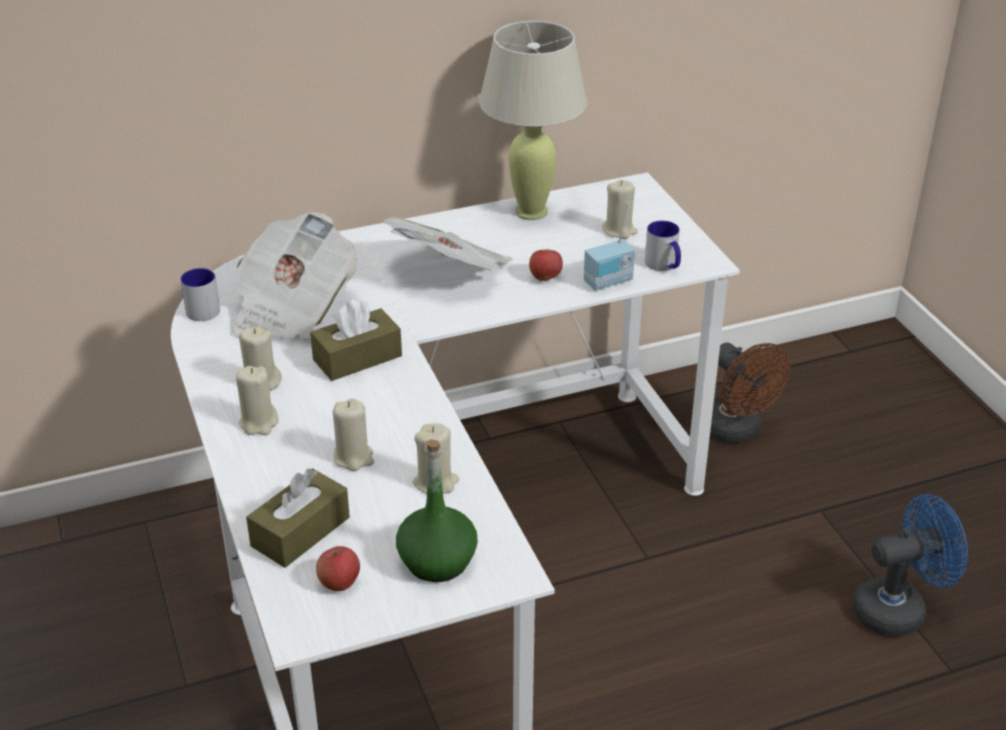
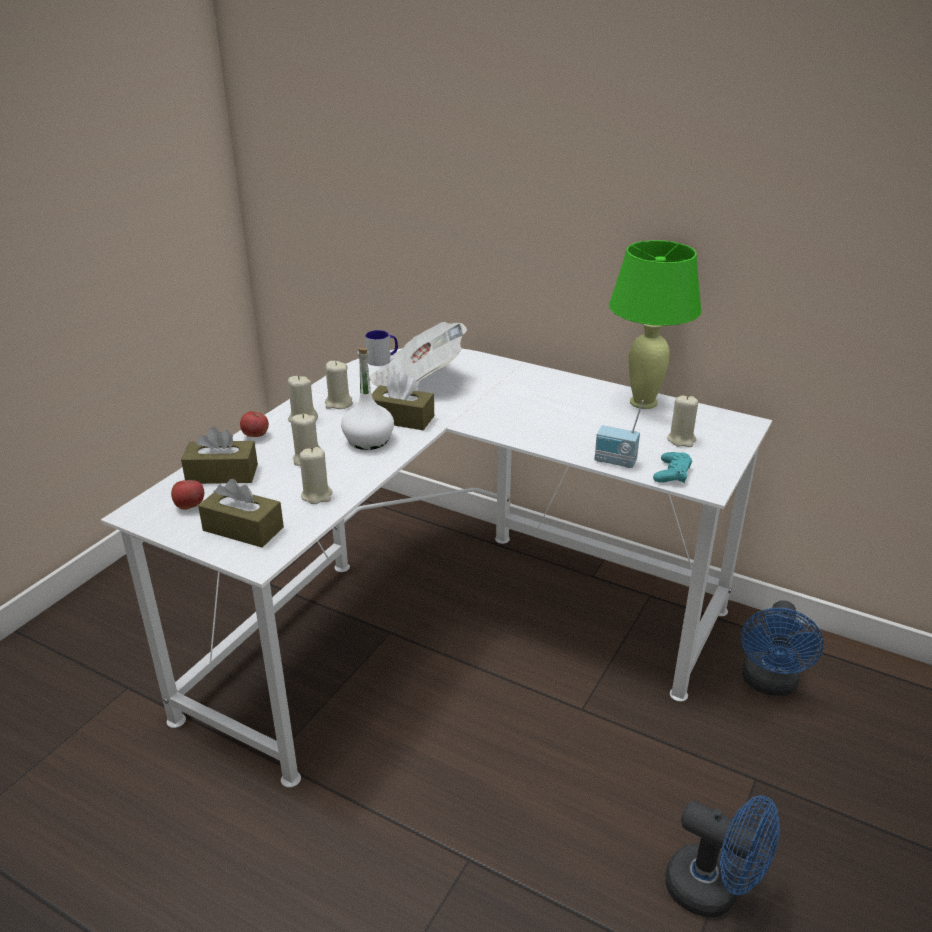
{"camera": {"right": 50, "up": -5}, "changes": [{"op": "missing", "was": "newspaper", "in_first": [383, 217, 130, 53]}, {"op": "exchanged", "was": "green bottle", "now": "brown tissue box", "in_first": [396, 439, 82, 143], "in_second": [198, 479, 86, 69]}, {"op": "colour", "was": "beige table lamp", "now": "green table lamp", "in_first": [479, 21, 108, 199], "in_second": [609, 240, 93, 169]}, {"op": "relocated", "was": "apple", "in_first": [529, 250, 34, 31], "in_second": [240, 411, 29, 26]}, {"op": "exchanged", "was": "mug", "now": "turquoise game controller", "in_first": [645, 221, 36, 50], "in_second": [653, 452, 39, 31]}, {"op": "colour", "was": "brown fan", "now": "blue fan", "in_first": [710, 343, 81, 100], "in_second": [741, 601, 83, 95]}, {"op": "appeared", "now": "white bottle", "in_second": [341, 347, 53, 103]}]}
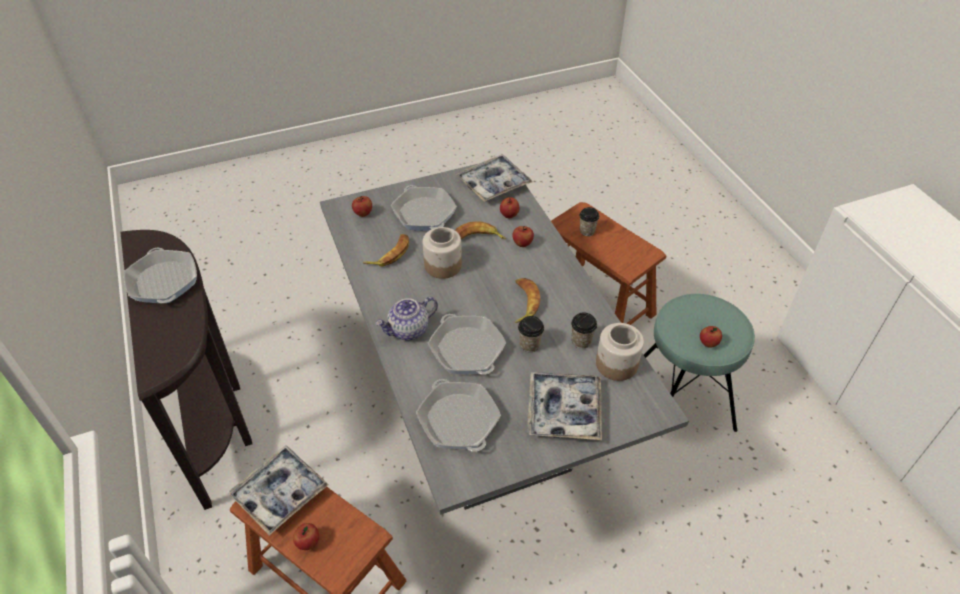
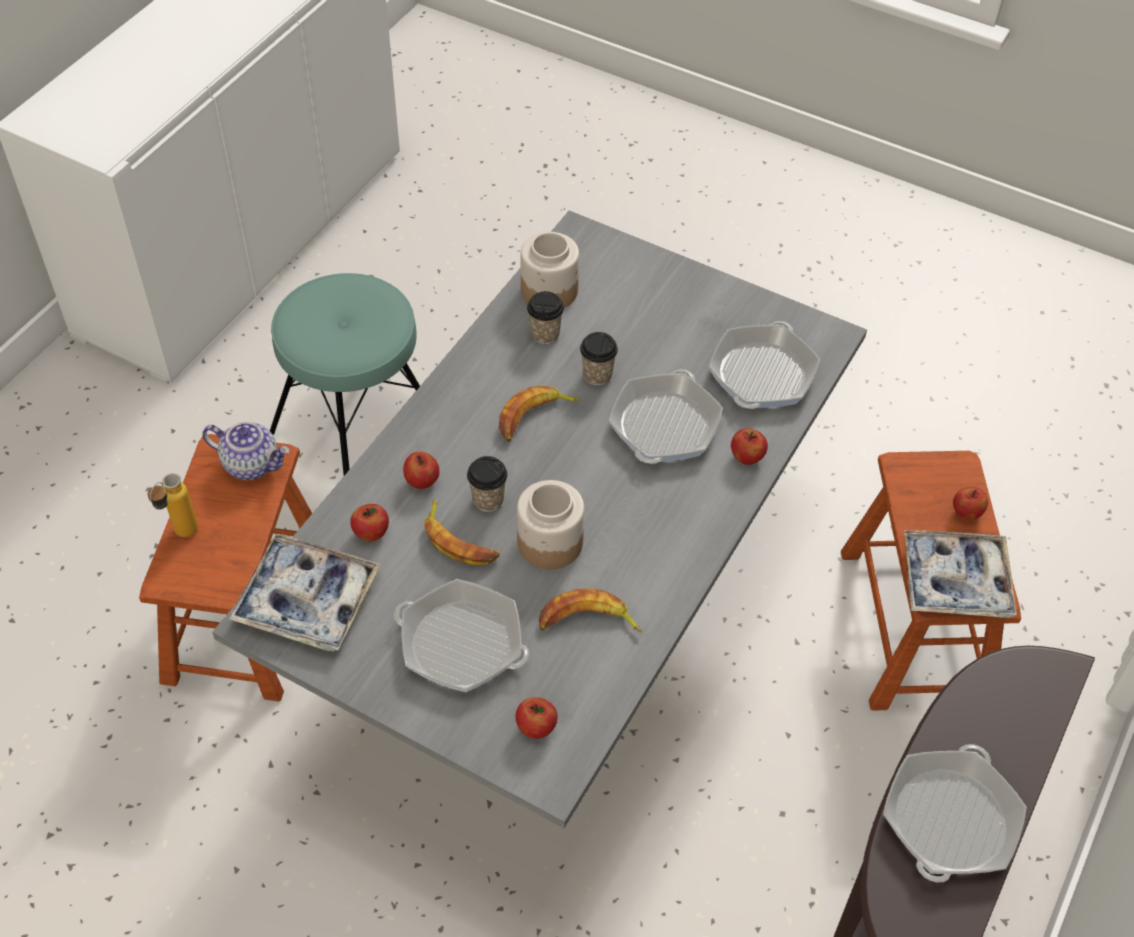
{"camera": {"right": -130, "up": 5}, "changes": [{"op": "relocated", "was": "teapot", "in_first": [375, 297, 63, 43], "in_second": [202, 422, 88, 58]}, {"op": "spun", "was": "frying pan", "in_first": [391, 185, 66, 46], "in_second": [394, 579, 135, 113], "clockwise": 90}, {"op": "missing", "was": "tray", "in_first": [527, 372, 75, 68]}, {"op": "relocated", "was": "cup", "in_first": [580, 207, 19, 29], "in_second": [467, 456, 40, 56]}, {"op": "relocated", "was": "apple", "in_first": [700, 326, 22, 22], "in_second": [731, 429, 37, 36]}, {"op": "appeared", "now": "bottle", "in_second": [148, 473, 50, 64]}]}
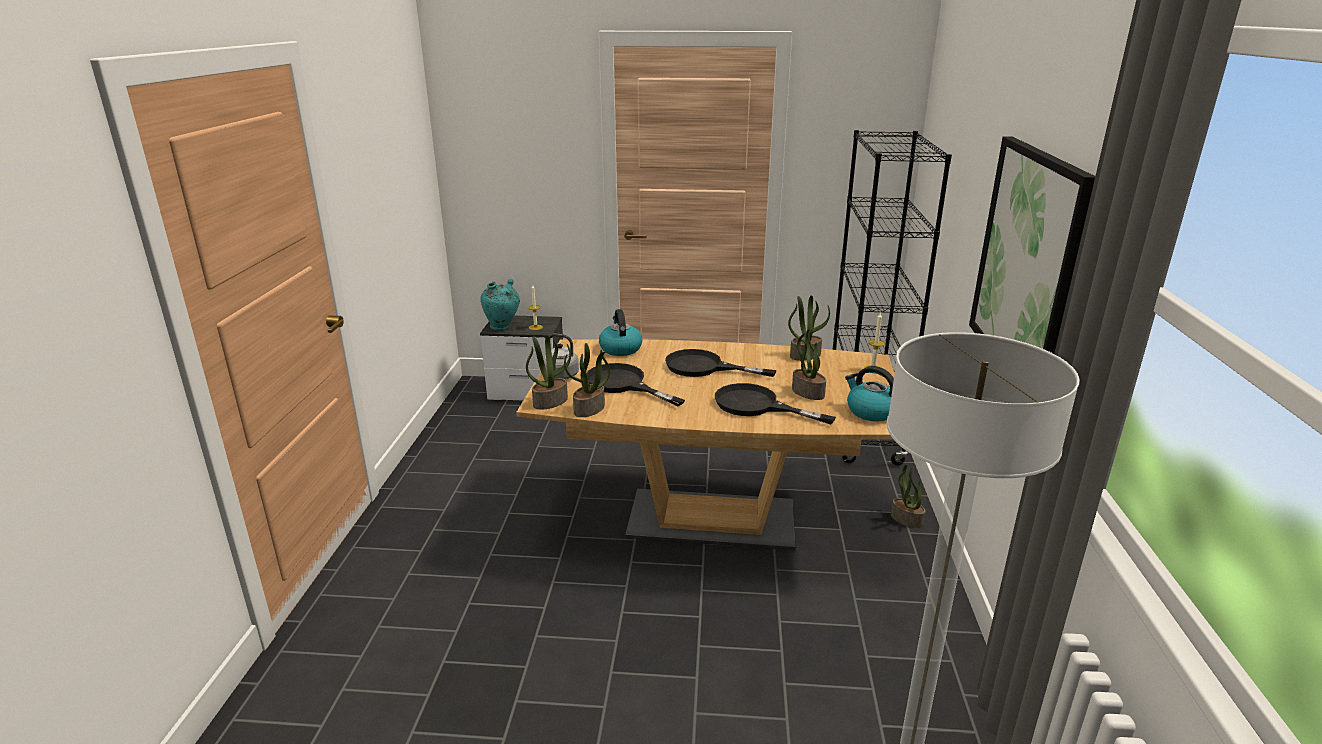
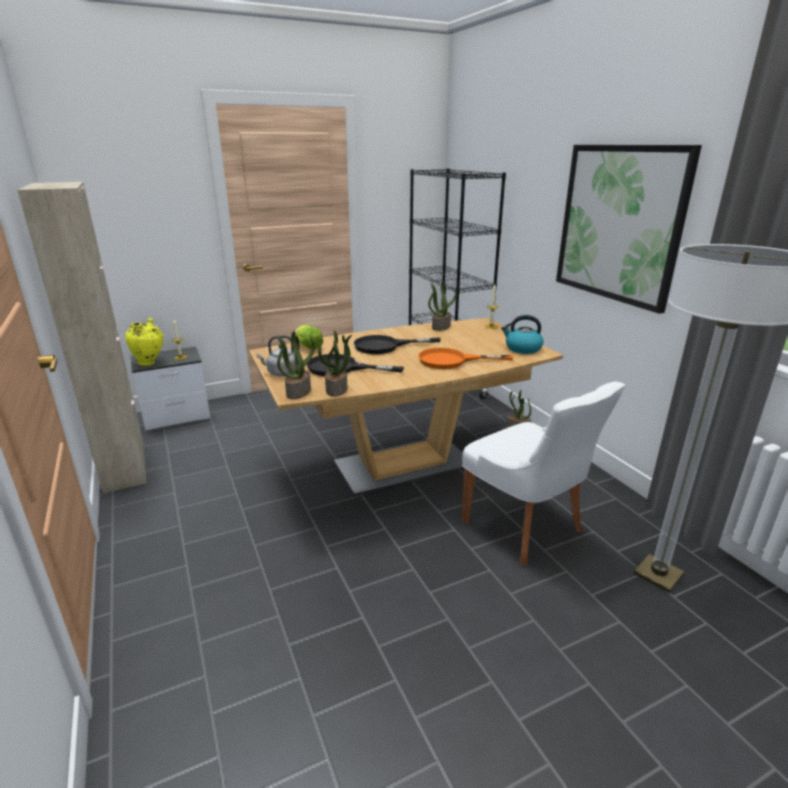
{"camera": {"right": -30, "up": 0}, "changes": [{"op": "colour", "was": "turquoise vase", "now": "yellow vase", "in_first": [480, 279, 40, 51], "in_second": [125, 318, 39, 48]}, {"op": "exchanged", "was": "kettle", "now": "lettuce", "in_first": [599, 309, 43, 47], "in_second": [295, 325, 28, 24]}, {"op": "colour", "was": "black frying pan", "now": "orange frying pan", "in_first": [715, 383, 121, 41], "in_second": [418, 348, 95, 21]}, {"op": "missing", "was": "potted plant", "in_first": [792, 328, 34, 72]}, {"op": "appeared", "now": "beige cabinet", "in_second": [17, 182, 130, 311]}, {"op": "appeared", "now": "white chair", "in_second": [462, 382, 164, 184]}]}
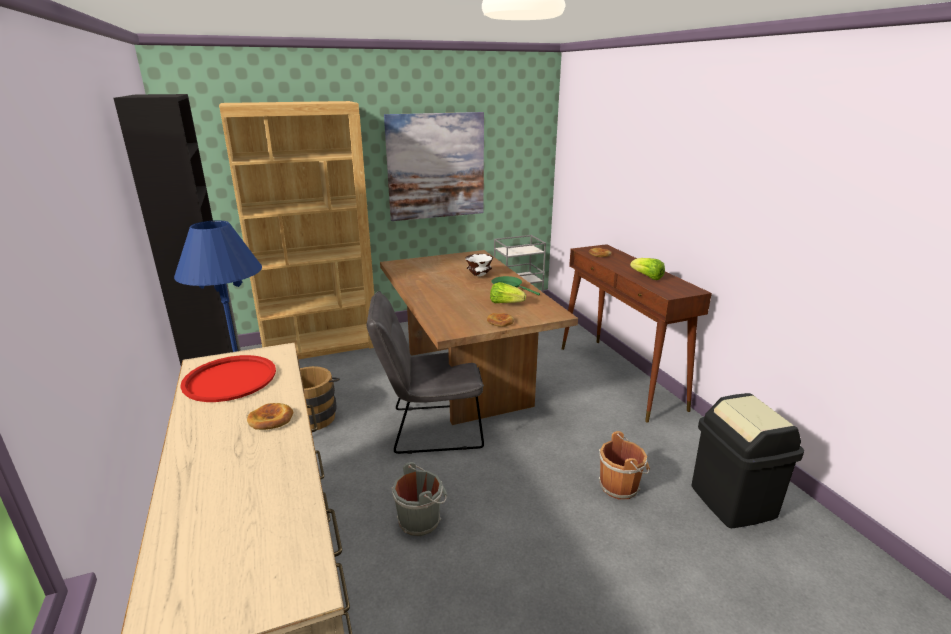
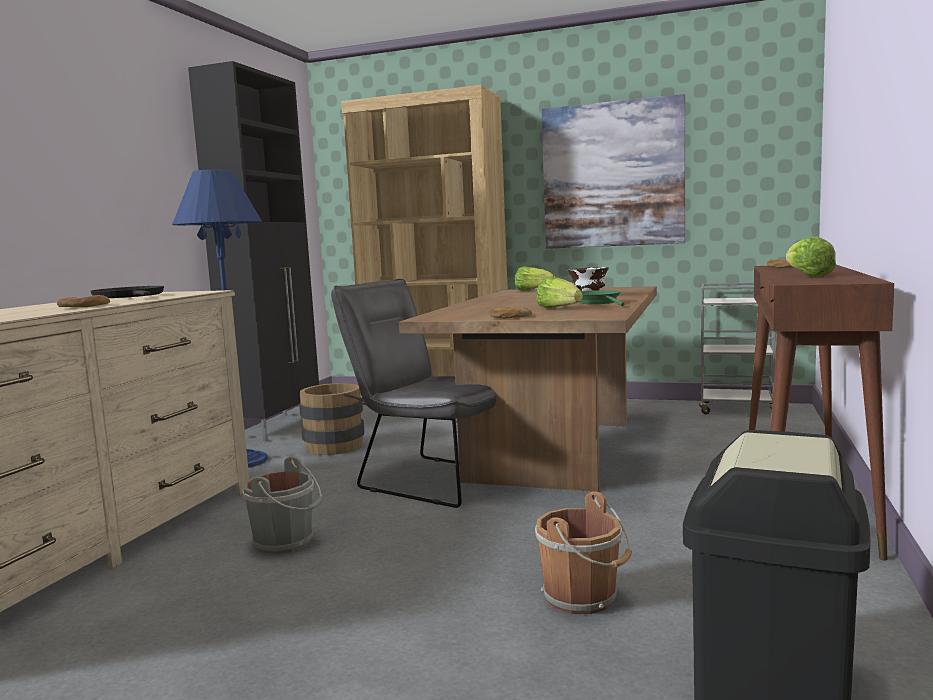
{"camera": {"right": 40, "up": -15}, "changes": [{"op": "exchanged", "was": "red tray", "now": "black frying pan", "in_first": [180, 355, 96, 47], "in_second": [90, 286, 74, 12]}, {"op": "appeared", "now": "lettuce", "in_second": [515, 267, 40, 24]}]}
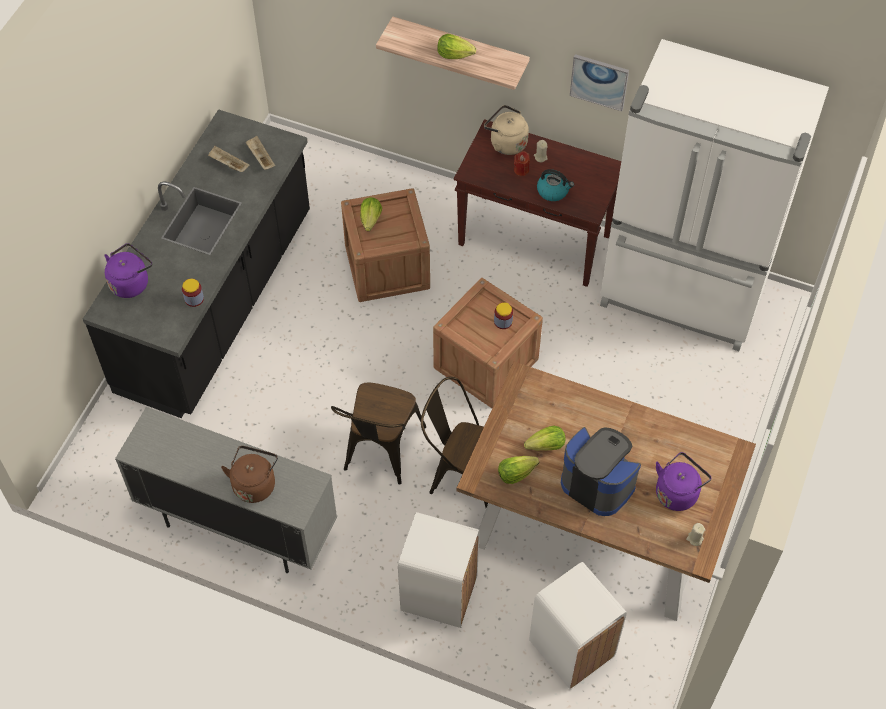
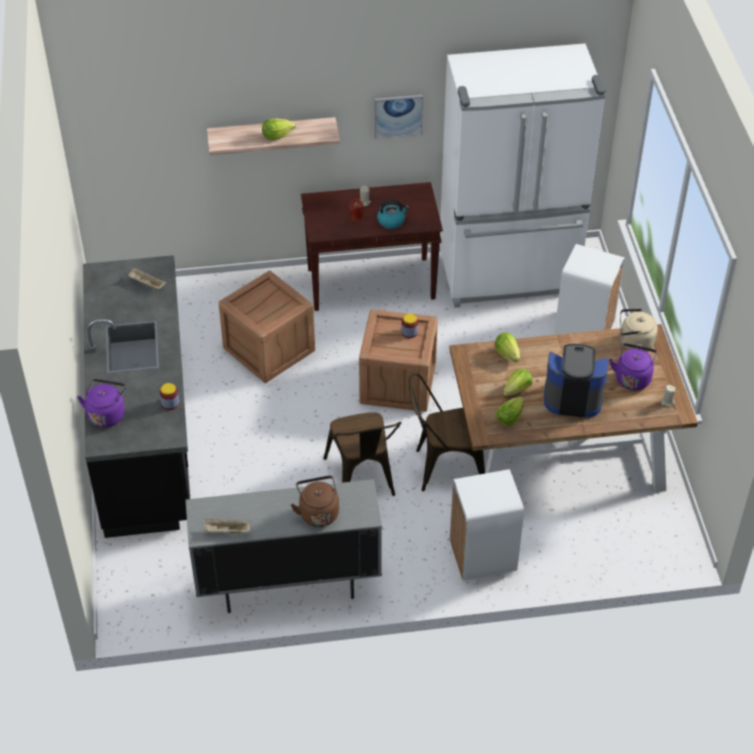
{"camera": {"right": -30, "up": -10}, "changes": [{"op": "relocated", "was": "beige tray", "in_first": [208, 146, 41, 26], "in_second": [204, 519, 47, 14]}, {"op": "relocated", "was": "lettuce", "in_first": [360, 197, 22, 34], "in_second": [495, 332, 25, 30]}, {"op": "relocated", "was": "beige kettle", "in_first": [484, 105, 45, 50], "in_second": [620, 308, 38, 43]}, {"op": "relocated", "was": "white trash can", "in_first": [529, 562, 98, 128], "in_second": [554, 244, 71, 91]}]}
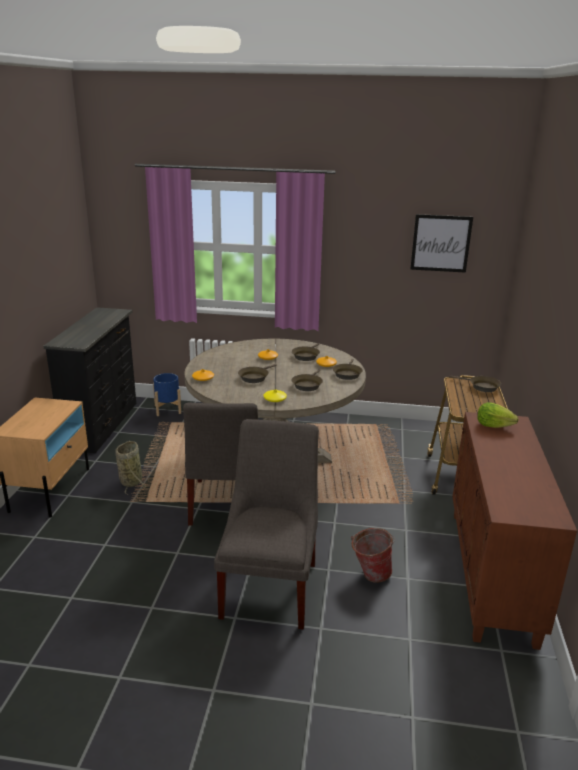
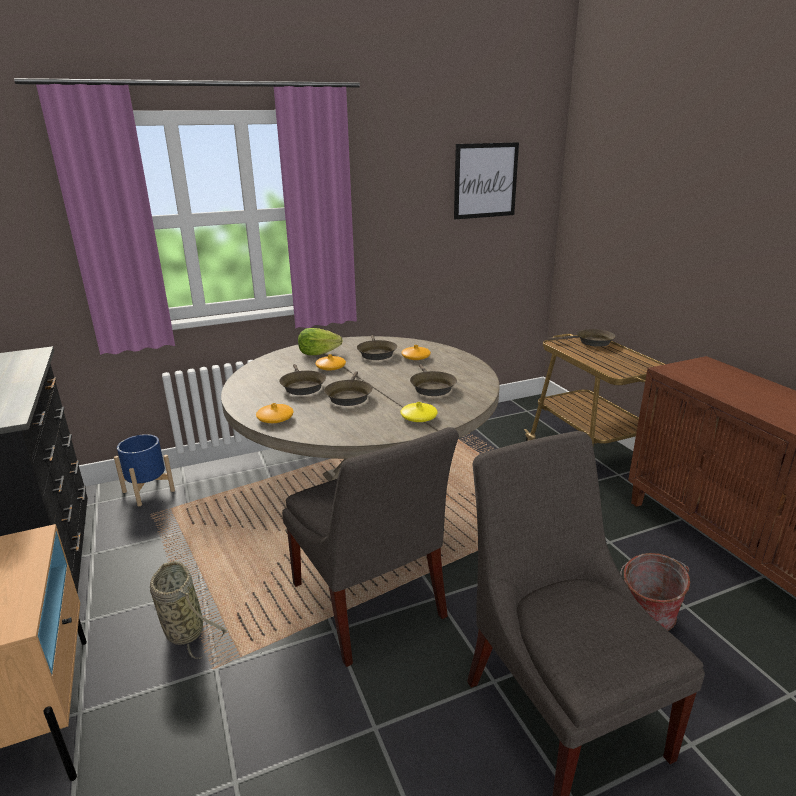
{"camera": {"right": -30, "up": 0}, "changes": [{"op": "relocated", "was": "brown frying pan", "in_first": [333, 359, 30, 21], "in_second": [279, 364, 47, 31]}, {"op": "relocated", "was": "lettuce", "in_first": [477, 402, 41, 26], "in_second": [298, 328, 45, 27]}]}
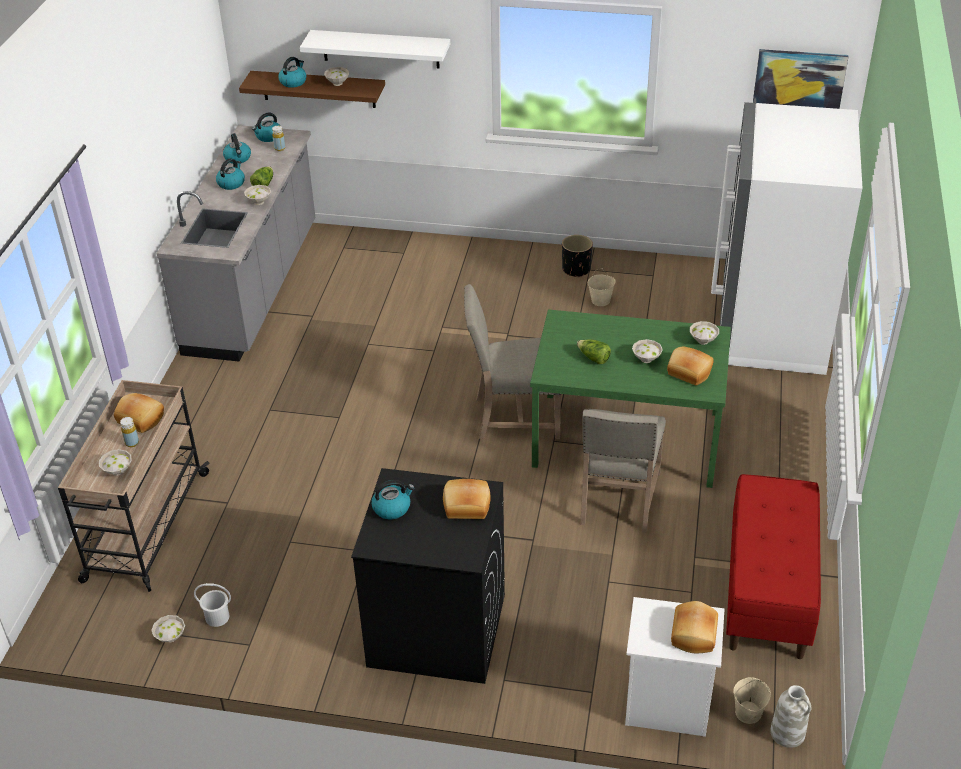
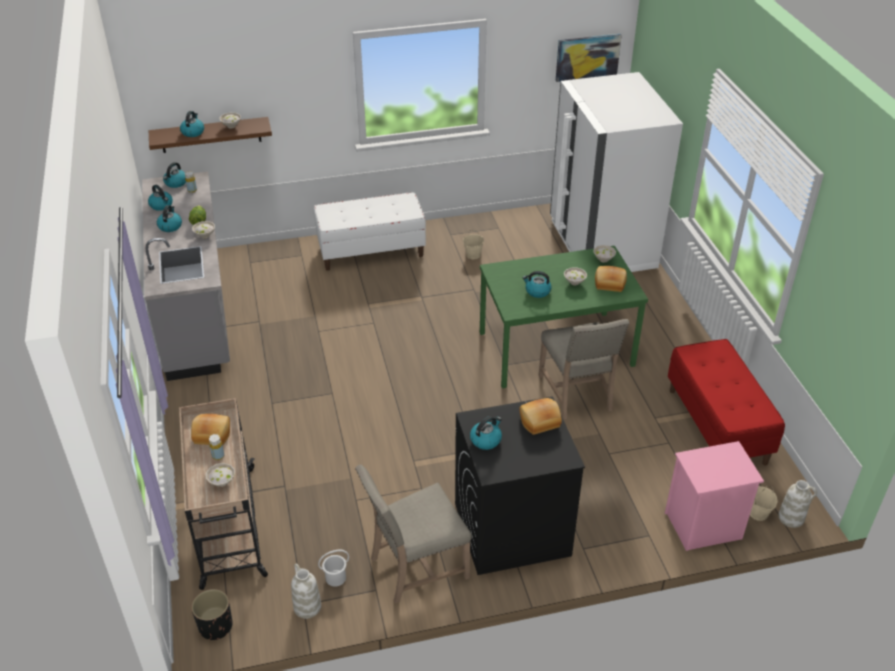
{"camera": {"right": -25, "up": 0}, "changes": [{"op": "exchanged", "was": "white bowl", "now": "white vase", "in_first": [151, 615, 34, 27], "in_second": [291, 564, 30, 55]}, {"op": "missing", "was": "white shelf", "in_first": [300, 30, 150, 38]}, {"op": "relocated", "was": "beige chair", "in_first": [464, 284, 97, 155], "in_second": [355, 464, 117, 140]}, {"op": "relocated", "was": "black planter", "in_first": [562, 235, 31, 43], "in_second": [191, 589, 42, 51]}, {"op": "exchanged", "was": "lettuce", "now": "kettle", "in_first": [577, 339, 34, 25], "in_second": [522, 271, 30, 27]}, {"op": "colour", "was": "white nightstand", "now": "pink nightstand", "in_first": [625, 597, 99, 140], "in_second": [665, 441, 99, 110]}, {"op": "missing", "was": "bread", "in_first": [671, 601, 47, 52]}, {"op": "appeared", "now": "white bench", "in_second": [314, 192, 112, 79]}]}
